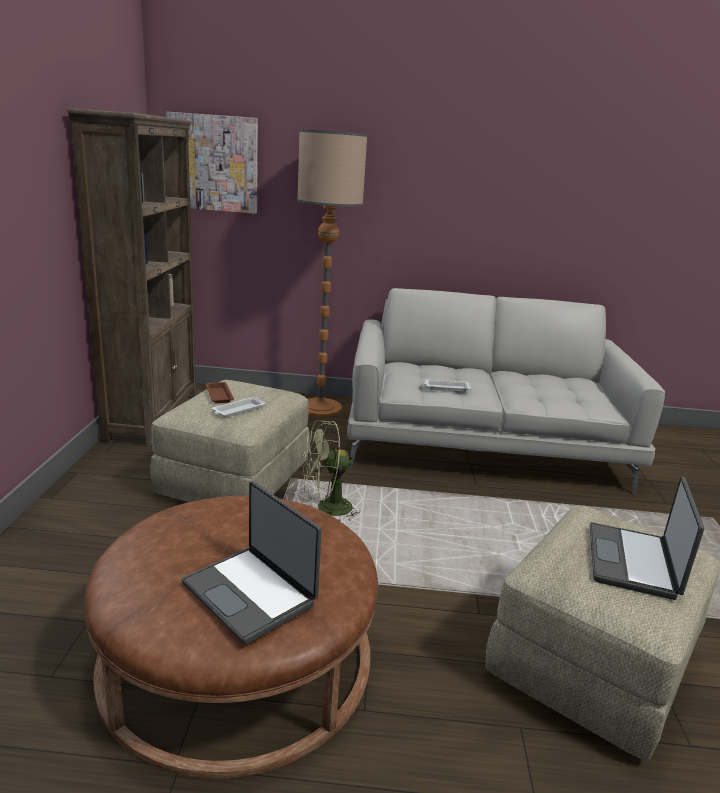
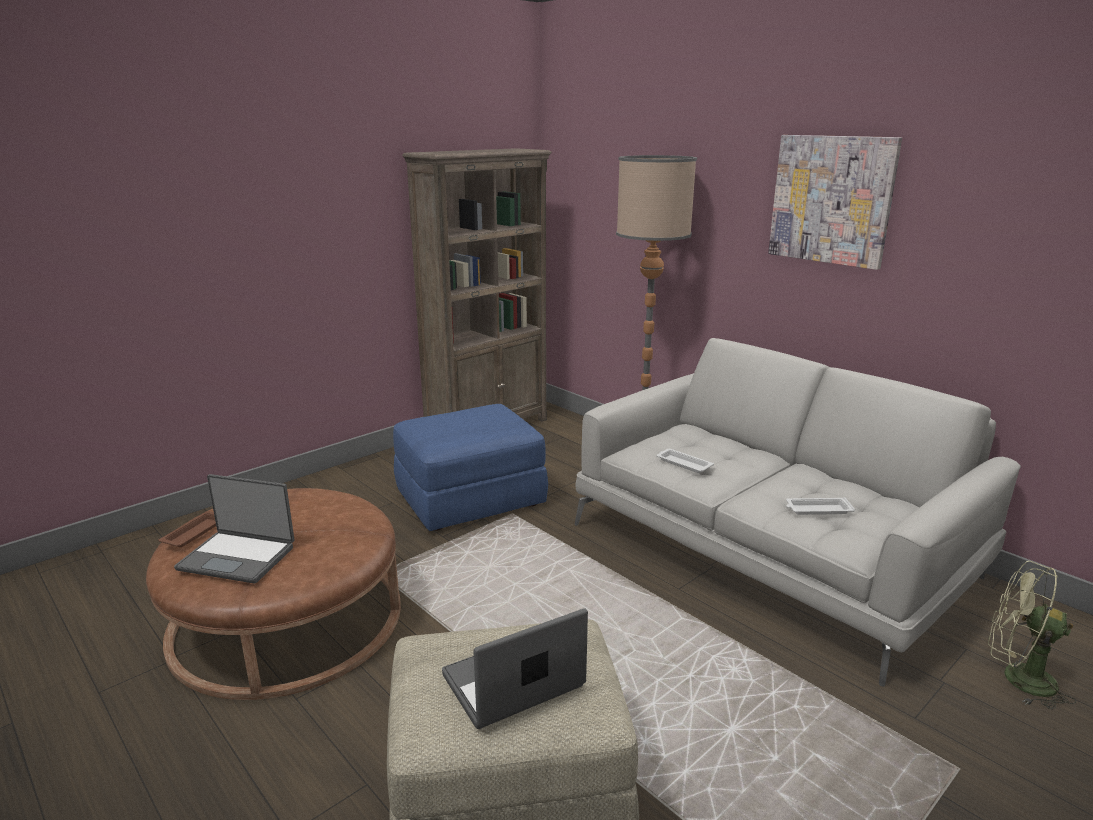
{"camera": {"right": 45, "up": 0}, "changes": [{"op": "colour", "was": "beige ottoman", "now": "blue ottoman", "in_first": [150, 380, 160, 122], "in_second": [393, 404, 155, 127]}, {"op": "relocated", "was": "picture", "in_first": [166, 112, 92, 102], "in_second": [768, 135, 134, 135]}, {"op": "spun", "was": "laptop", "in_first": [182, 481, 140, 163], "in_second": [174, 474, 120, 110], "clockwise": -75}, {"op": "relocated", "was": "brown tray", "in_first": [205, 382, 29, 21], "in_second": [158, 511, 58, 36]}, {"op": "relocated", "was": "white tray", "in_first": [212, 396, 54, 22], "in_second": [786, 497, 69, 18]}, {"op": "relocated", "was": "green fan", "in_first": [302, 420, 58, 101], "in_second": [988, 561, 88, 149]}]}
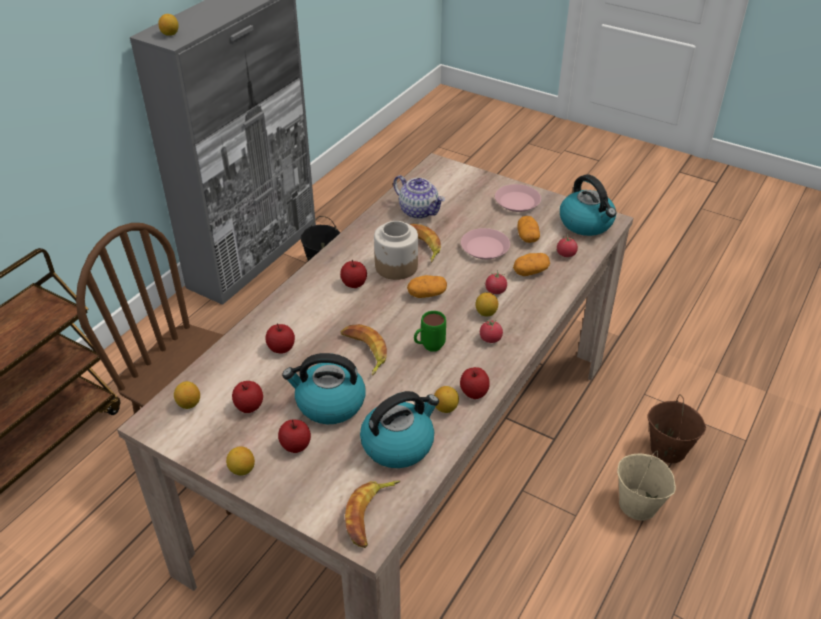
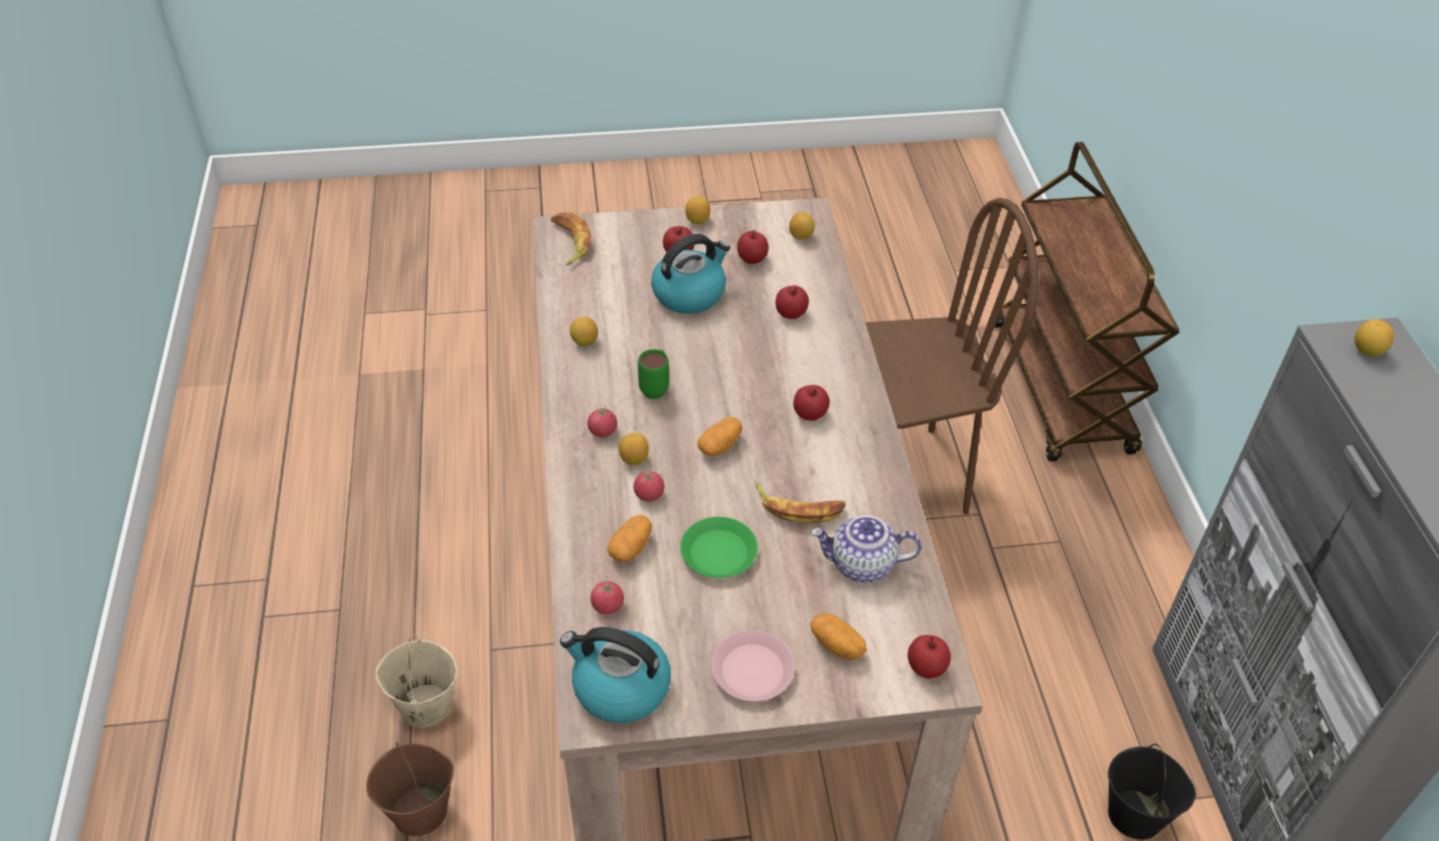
{"camera": {"right": 140, "up": 5}, "changes": [{"op": "missing", "was": "banana", "in_first": [341, 324, 46, 52]}, {"op": "missing", "was": "kettle", "in_first": [360, 391, 79, 77]}, {"op": "missing", "was": "jar", "in_first": [374, 221, 44, 59]}, {"op": "relocated", "was": "apple", "in_first": [460, 367, 30, 32], "in_second": [908, 635, 43, 44]}, {"op": "colour", "was": "pink plate", "now": "green plate", "in_first": [461, 228, 49, 31], "in_second": [680, 517, 78, 61]}, {"op": "relocated", "was": "potato", "in_first": [517, 216, 23, 27], "in_second": [811, 613, 56, 47]}]}
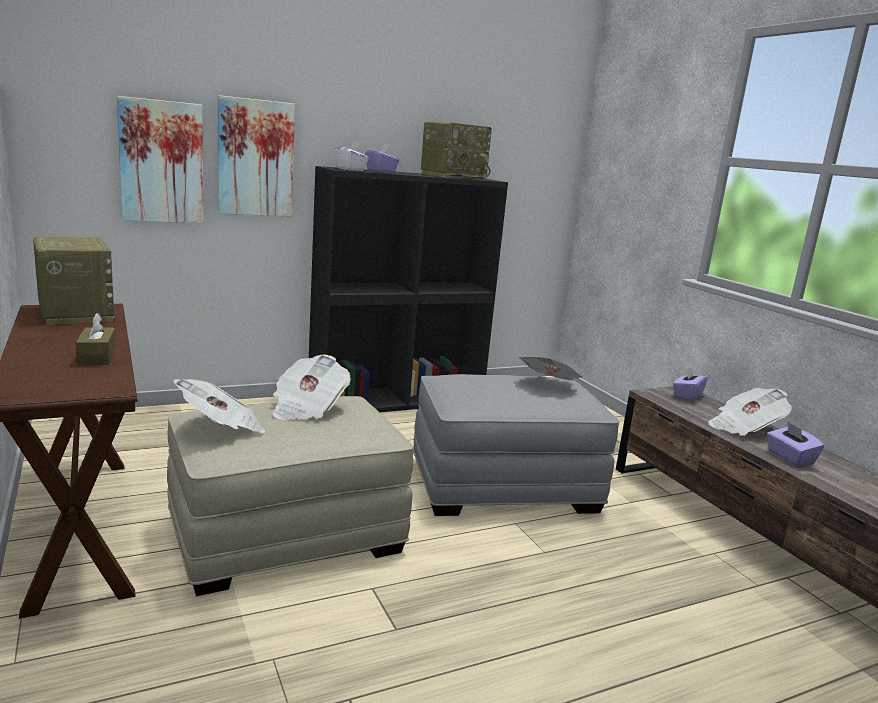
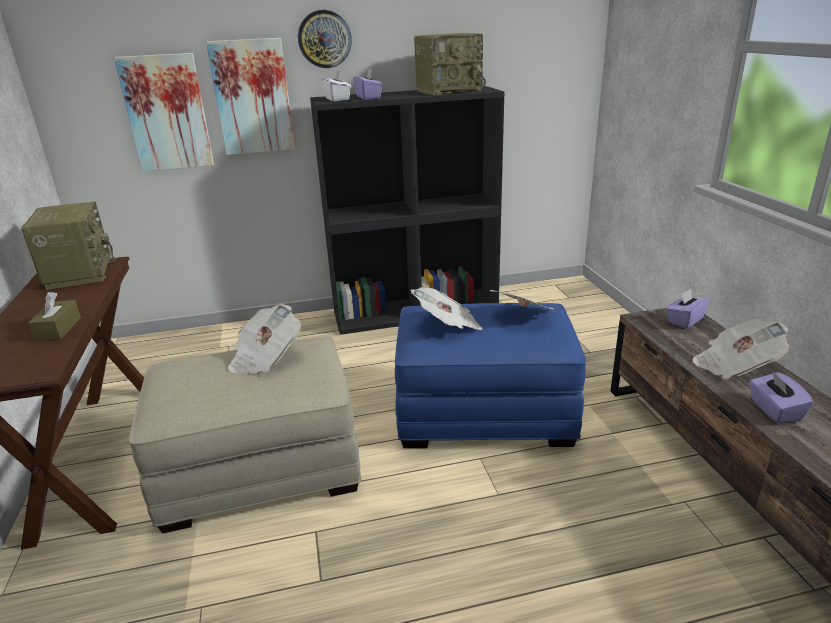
{"camera": {"right": 15, "up": 10}, "changes": [{"op": "relocated", "was": "newspaper", "in_first": [174, 379, 91, 54], "in_second": [411, 287, 72, 43]}, {"op": "colour", "was": "grey ottoman", "now": "blue ottoman", "in_first": [413, 374, 206, 142], "in_second": [395, 303, 191, 145]}, {"op": "appeared", "now": "wall clock", "in_second": [298, 10, 54, 58]}]}
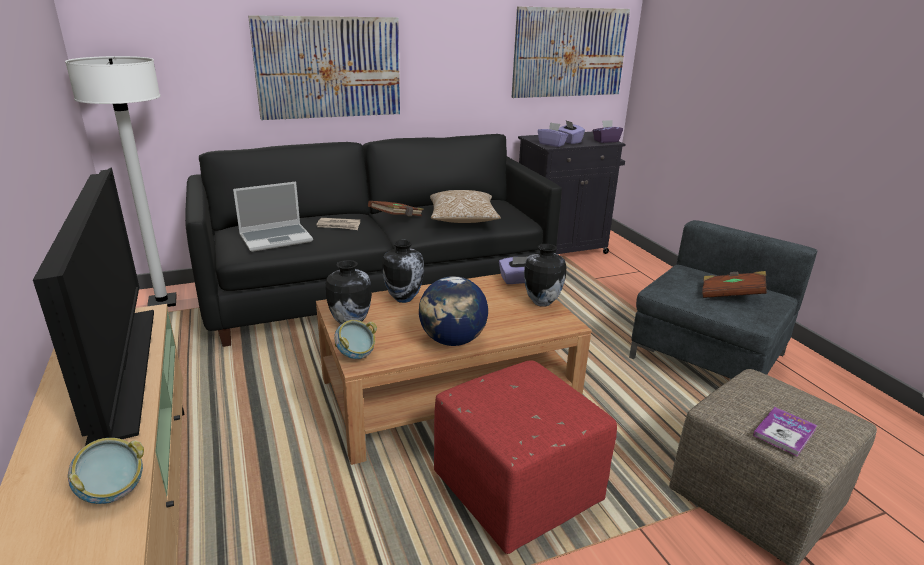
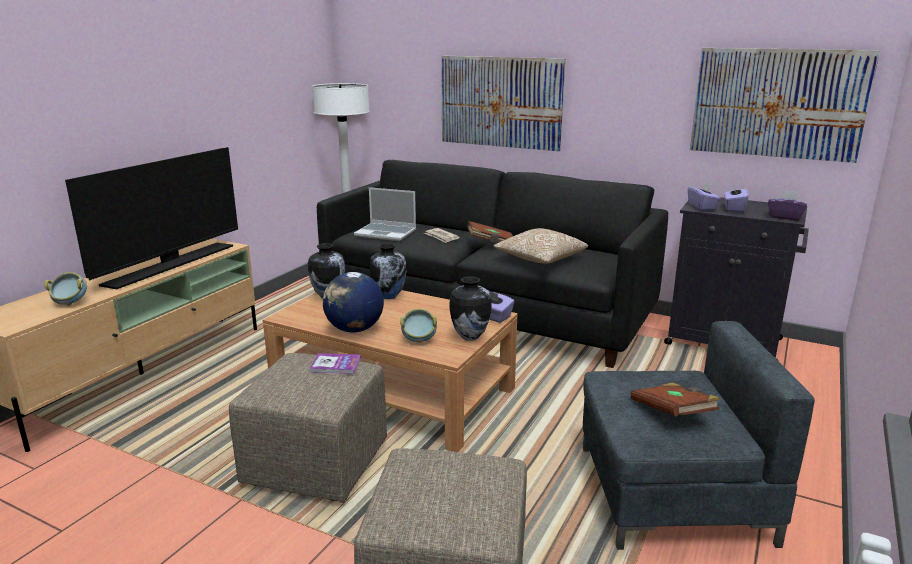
{"camera": {"right": 50, "up": -5}, "changes": [{"op": "relocated", "was": "bowl", "in_first": [334, 320, 43, 39], "in_second": [400, 309, 37, 34]}, {"op": "colour", "was": "red ottoman", "now": "beige ottoman", "in_first": [434, 360, 183, 194], "in_second": [229, 353, 158, 150]}, {"op": "relocated", "was": "book", "in_first": [753, 407, 64, 49], "in_second": [309, 353, 52, 21]}]}
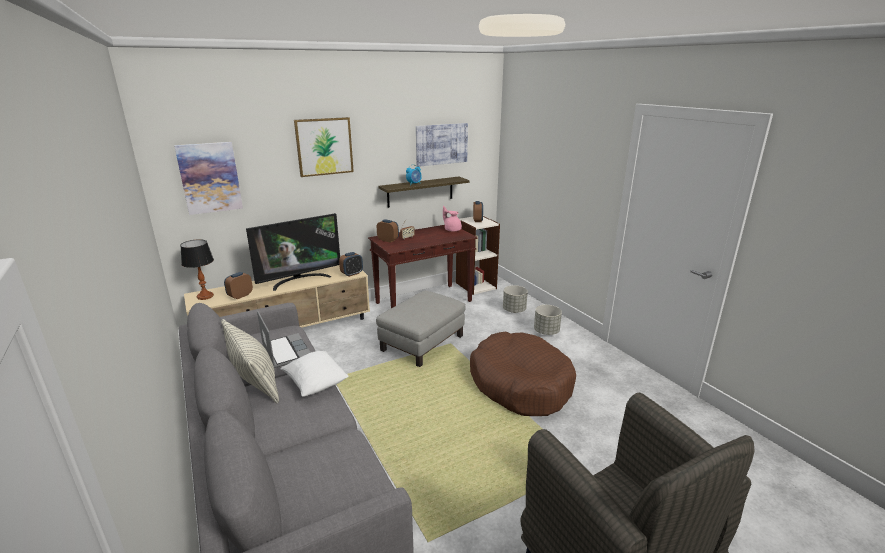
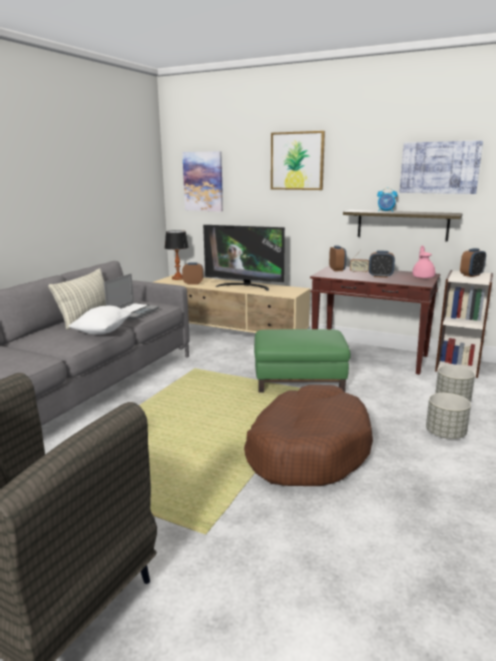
{"camera": {"right": 55, "up": -5}, "changes": [{"op": "relocated", "was": "alarm clock", "in_first": [339, 252, 24, 25], "in_second": [369, 251, 26, 27]}, {"op": "colour", "was": "grey ottoman", "now": "green ottoman", "in_first": [376, 291, 90, 76], "in_second": [254, 329, 97, 63]}]}
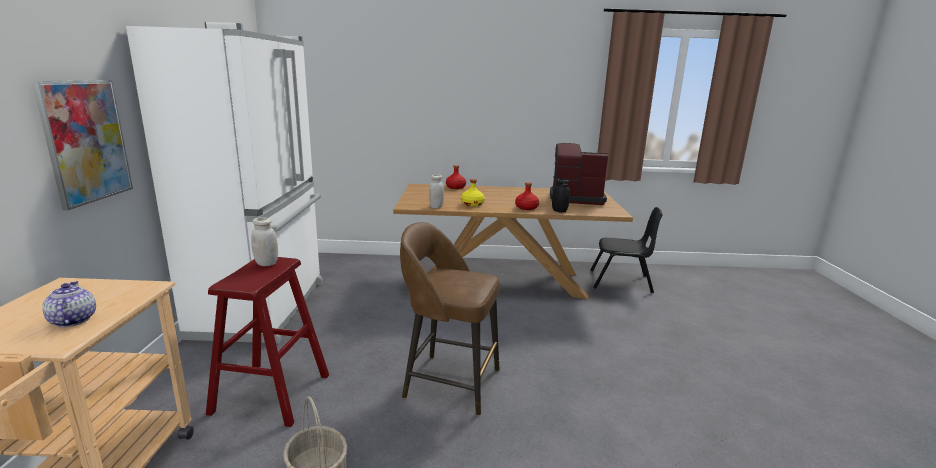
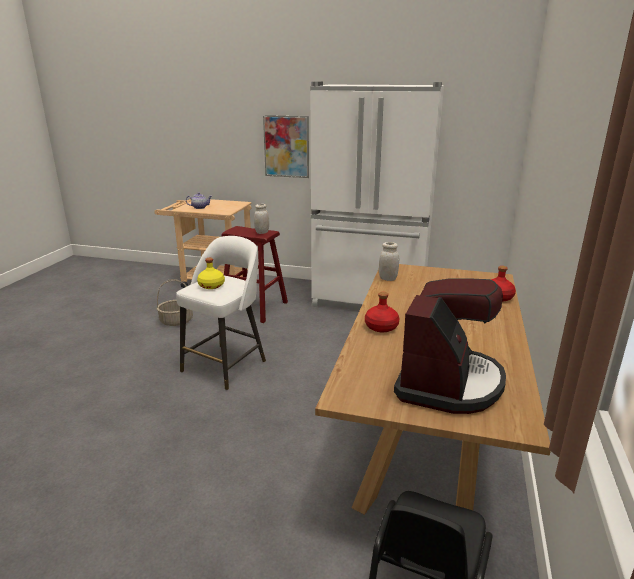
{"camera": {"right": 105, "up": 5}, "changes": [{"op": "colour", "was": "brown stool", "now": "white stool", "in_first": [400, 222, 100, 193], "in_second": [176, 236, 90, 154]}, {"op": "relocated", "was": "yellow bottle", "in_first": [461, 179, 24, 27], "in_second": [197, 258, 28, 31]}, {"op": "missing", "was": "black jar", "in_first": [552, 179, 18, 34]}]}
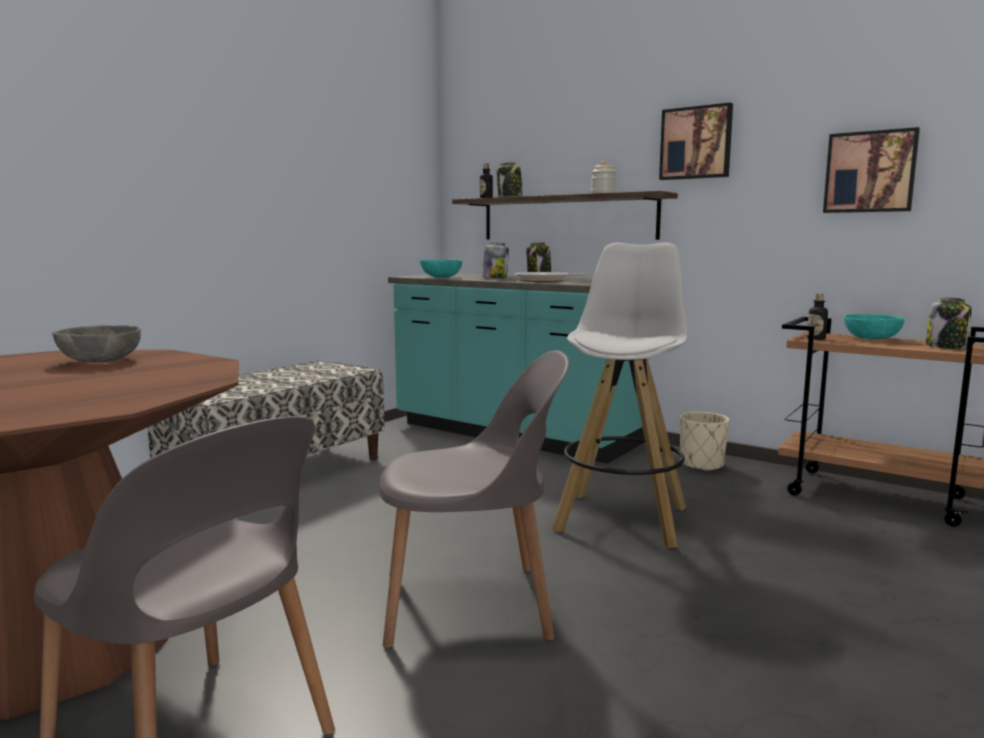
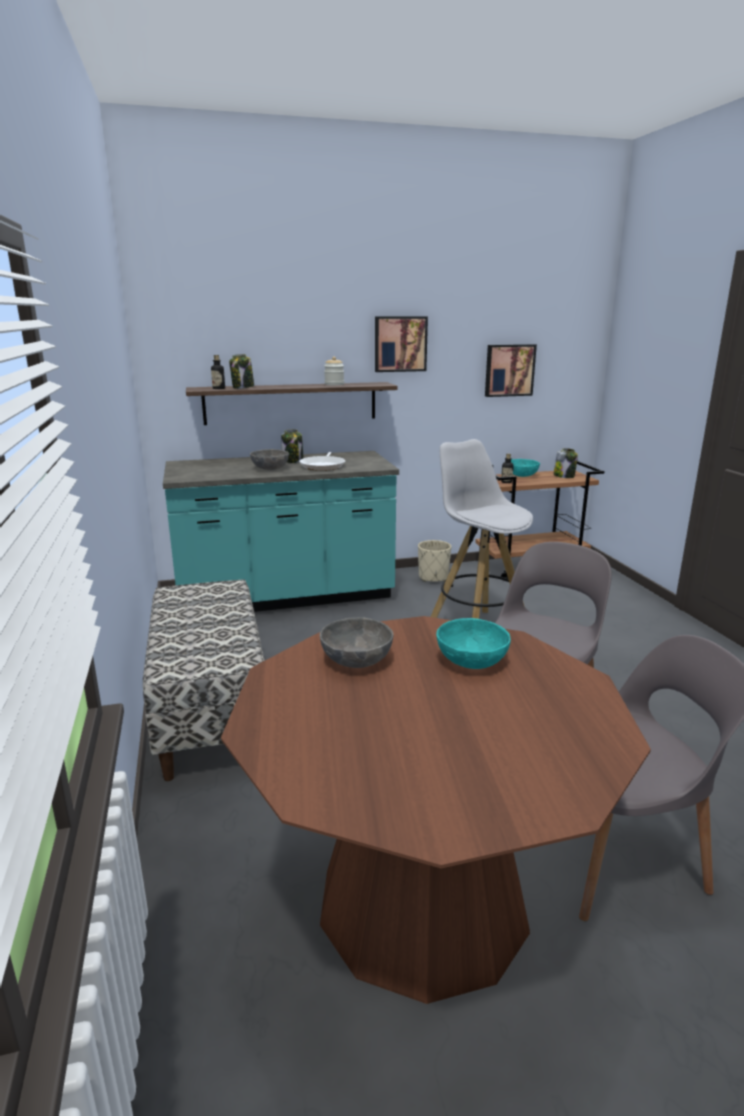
{"camera": {"right": -50, "up": 10}, "changes": [{"op": "relocated", "was": "turquoise bowl", "in_first": [420, 259, 42, 18], "in_second": [436, 618, 75, 51]}, {"op": "exchanged", "was": "jar", "now": "grey bowl", "in_first": [483, 242, 26, 37], "in_second": [250, 449, 39, 21]}]}
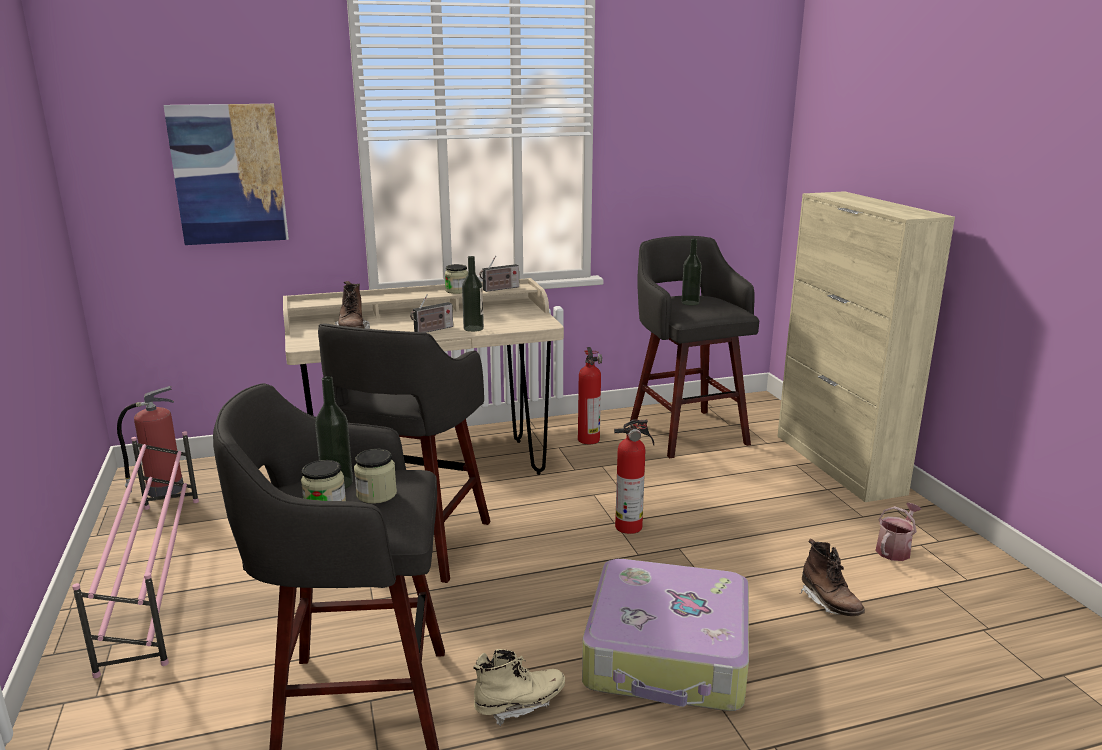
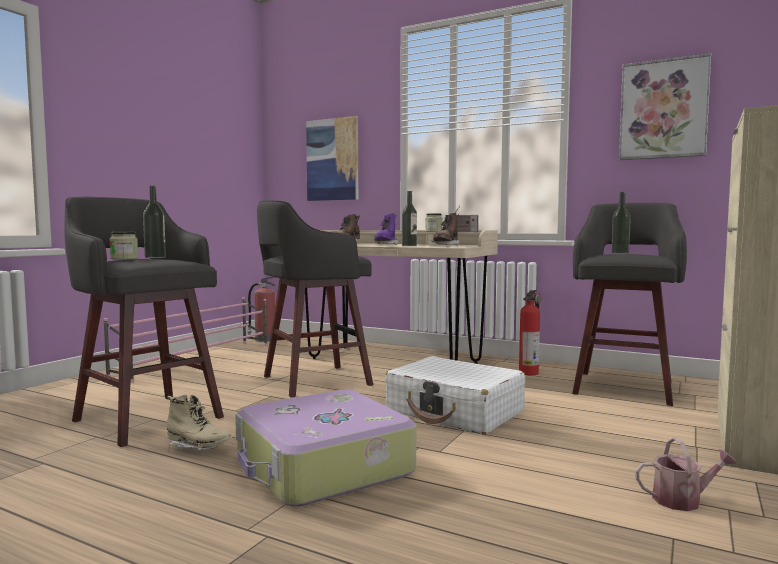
{"camera": {"right": 45, "up": -15}, "changes": [{"op": "missing", "was": "jar", "in_first": [354, 449, 43, 55]}, {"op": "exchanged", "was": "radio", "now": "purple boot", "in_first": [410, 294, 43, 39], "in_second": [372, 213, 26, 32]}, {"op": "exchanged", "was": "fire extinguisher", "now": "white suitcase", "in_first": [614, 419, 40, 115], "in_second": [385, 356, 140, 79]}, {"op": "relocated", "was": "brown boot", "in_first": [801, 539, 64, 77], "in_second": [432, 213, 27, 33]}, {"op": "appeared", "now": "picture", "in_second": [619, 53, 92, 107]}]}
